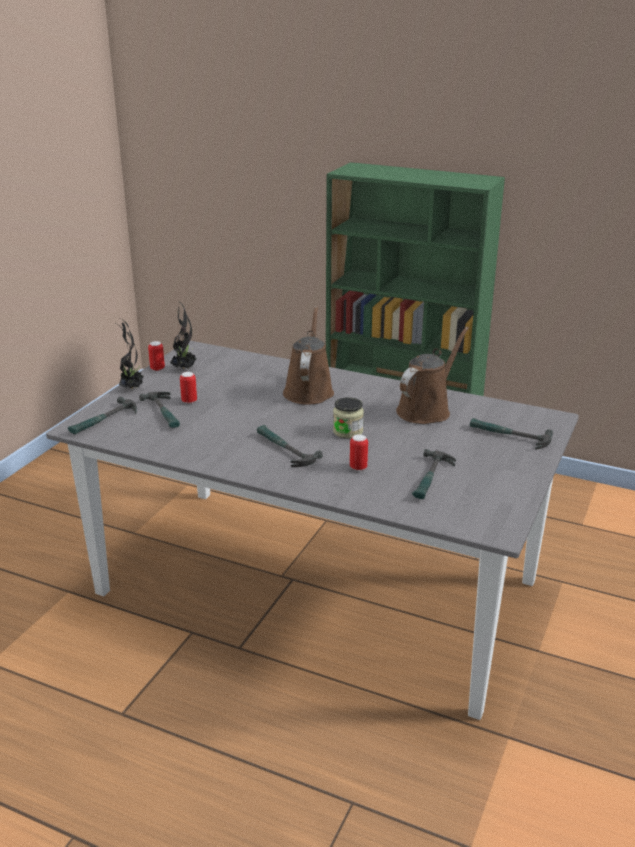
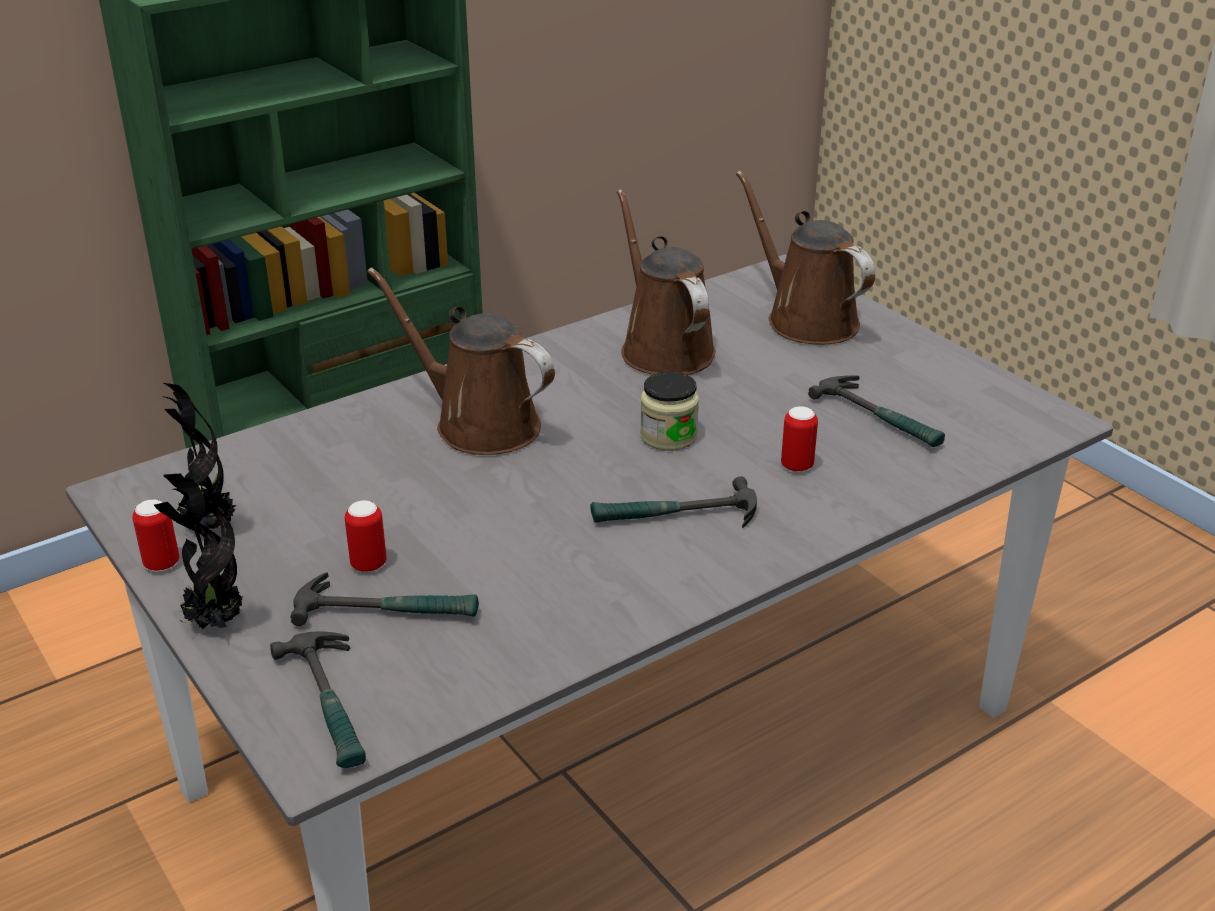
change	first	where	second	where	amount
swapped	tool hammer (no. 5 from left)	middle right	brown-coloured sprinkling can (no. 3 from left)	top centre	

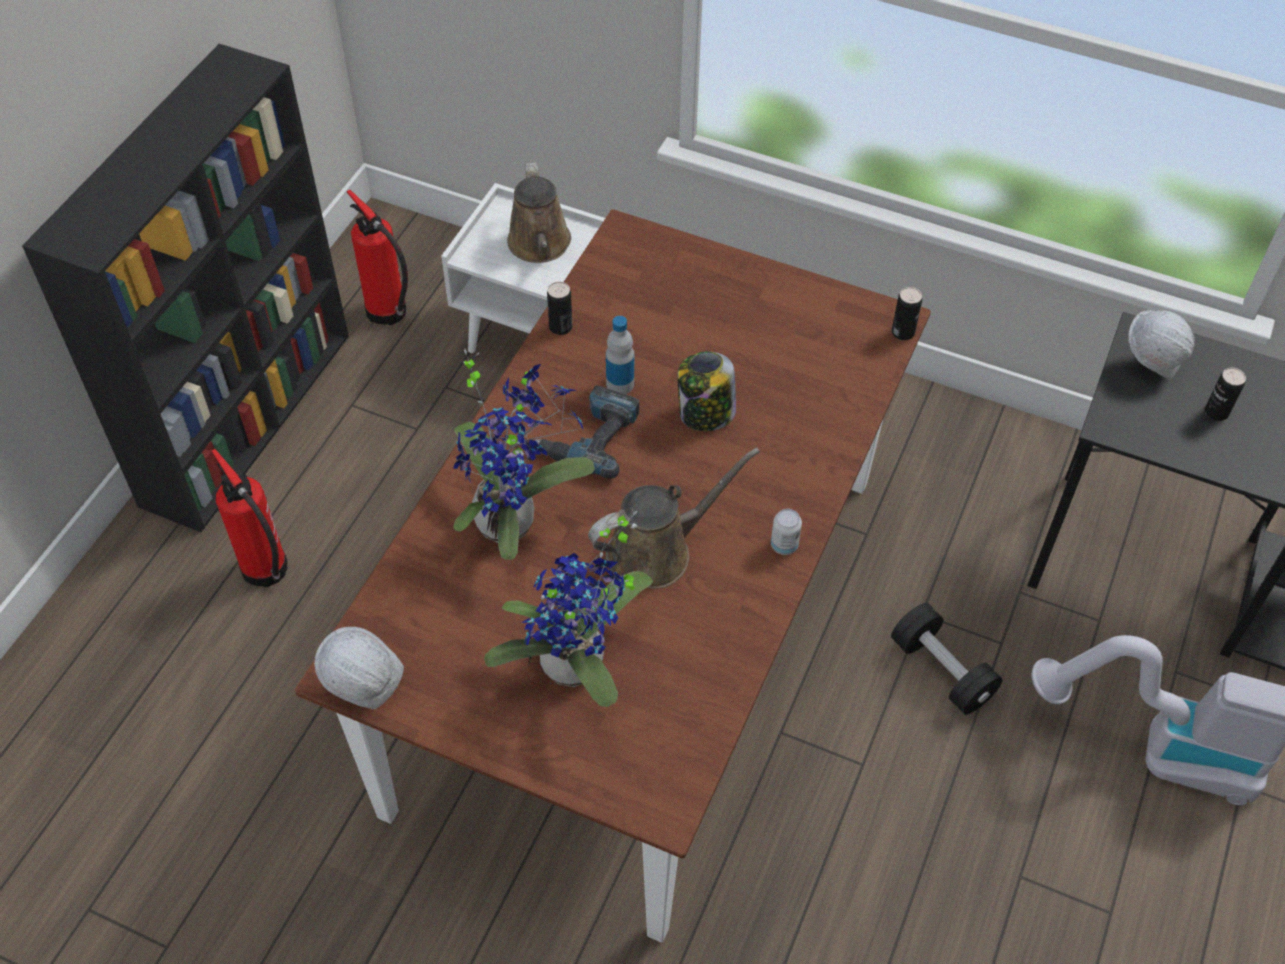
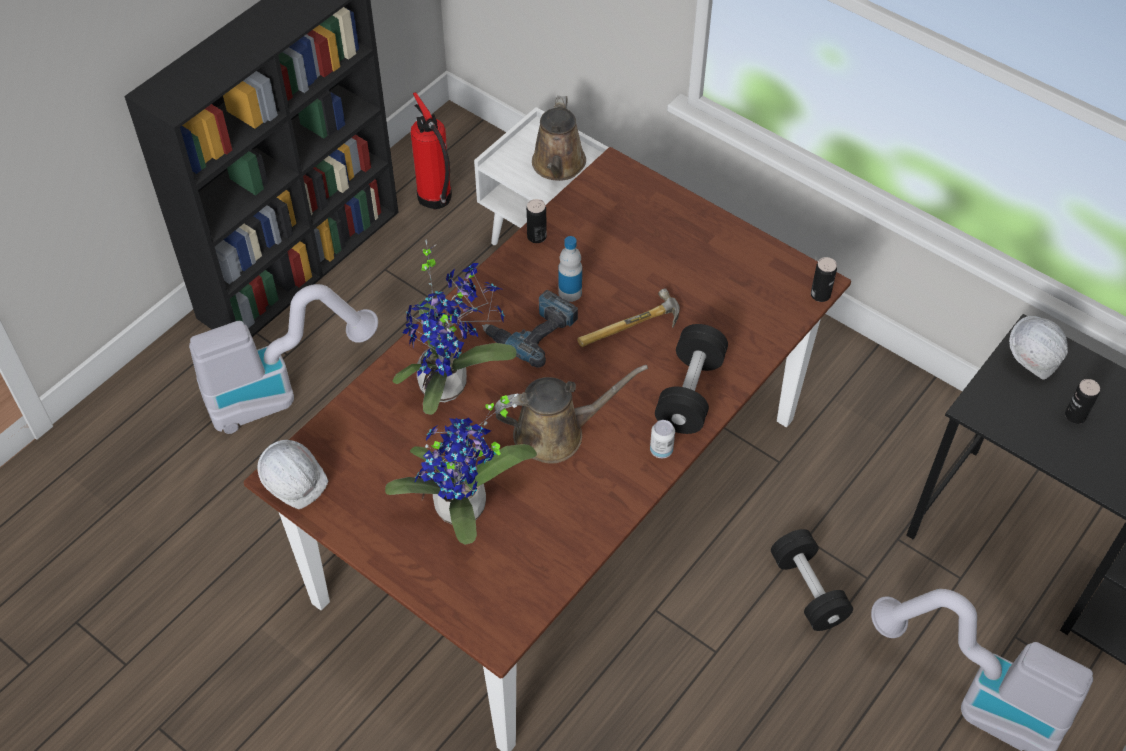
change	first	where	second	where	amount
swapped	fire-fighting cylinder (no. 1 from left)	middle left	vacuum cleaner (no. 1 from left)	middle left	
swapped	preserve jar	centre	tool hammer	centre	
new			blackish hand weight (no. 1 from left)	centre	

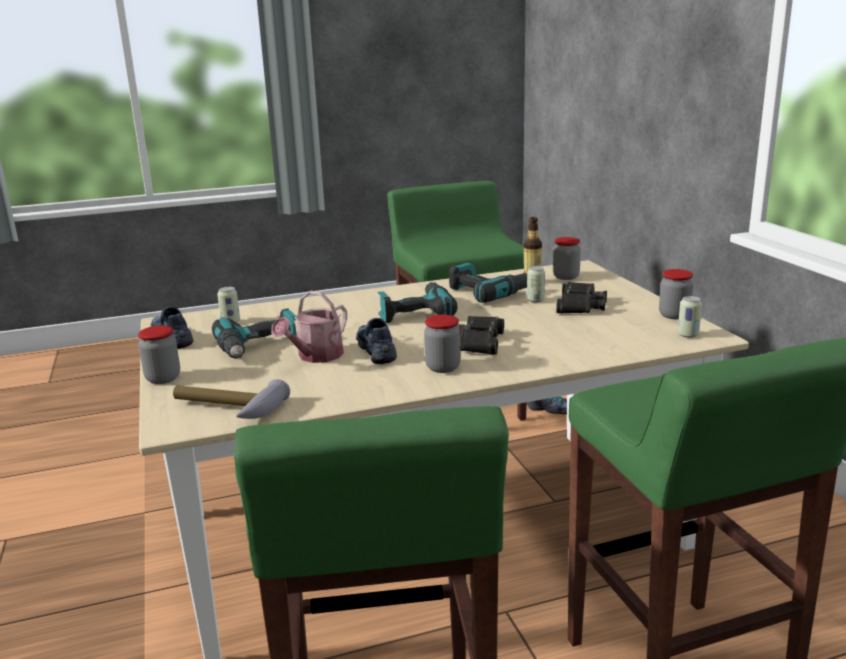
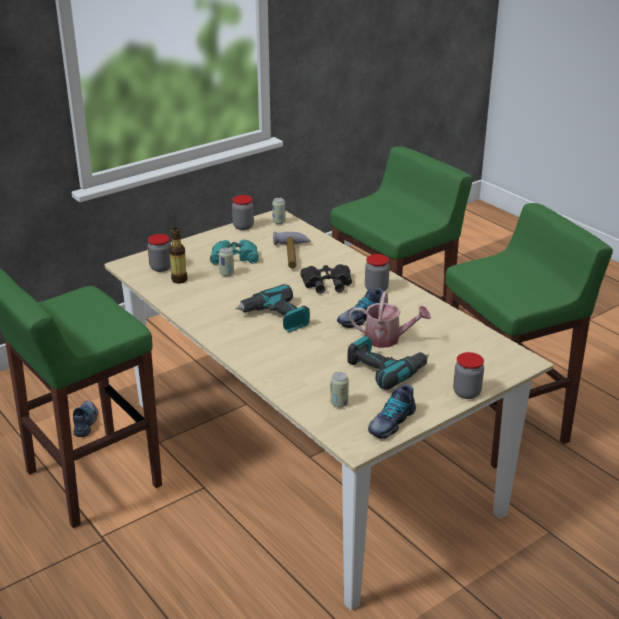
change	first	where	second	where	amount
repainted	blackish binoculars (no. 2 from left)	middle right	blue-green binoculars	centre	
shifted	tool hammer	middle left		centre	
gone	electric drill (no. 3 from left)	centre			

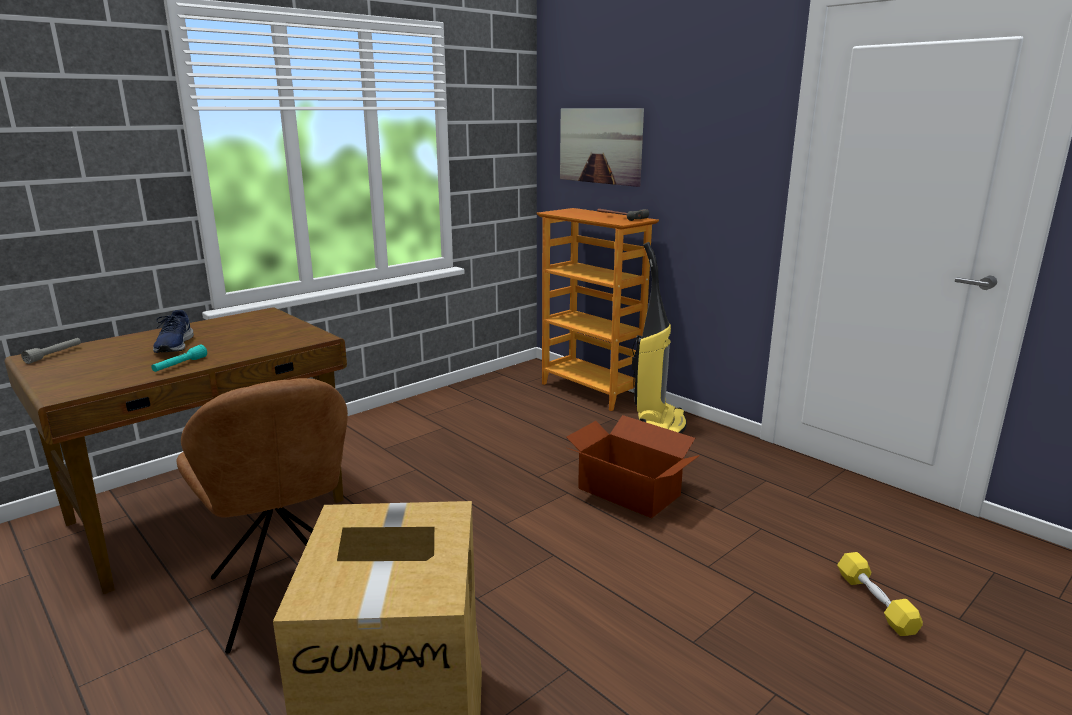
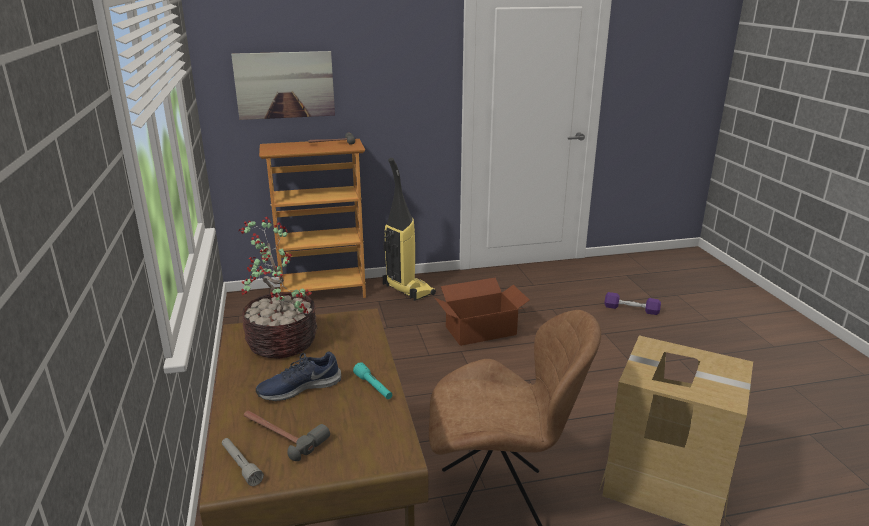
change	first	where	second	where	amount
new			potted plant	middle left	
new			tool hammer (no. 1 from left)	bottom left	
rotated	blue-coloured low shoe	middle left		bottom centre	135 degrees clockwise
repainted	yellowish hand weight	bottom right	purplish hand weight	middle right	

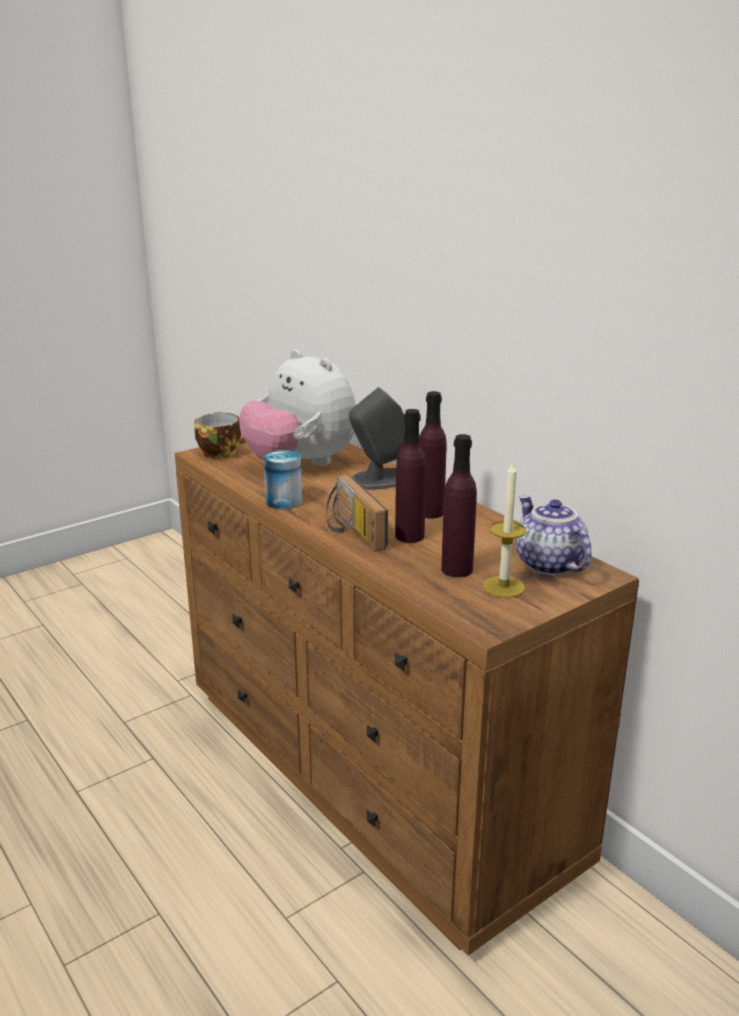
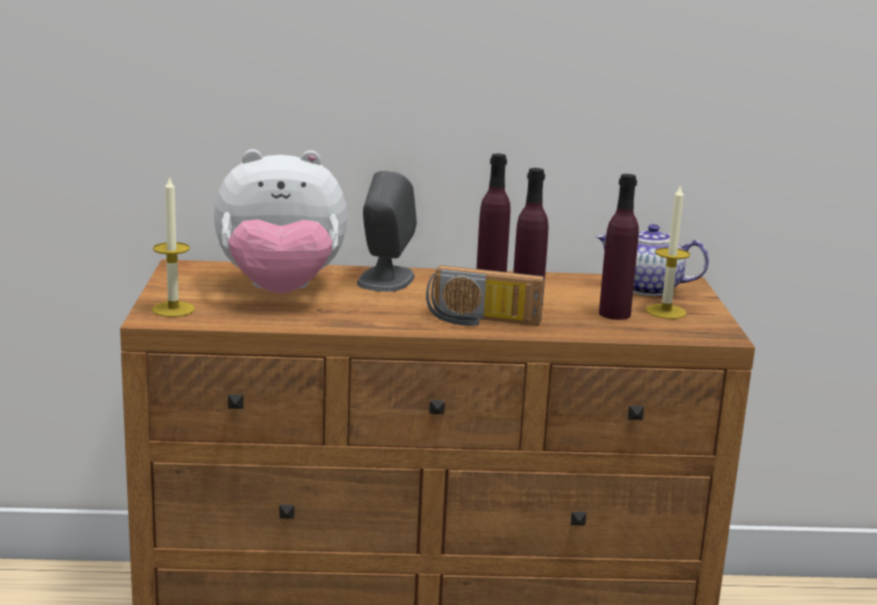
change	first	where	second	where	amount
swapped	small cup	middle left	wax light (no. 1 from left)	middle left	
gone	can	centre			

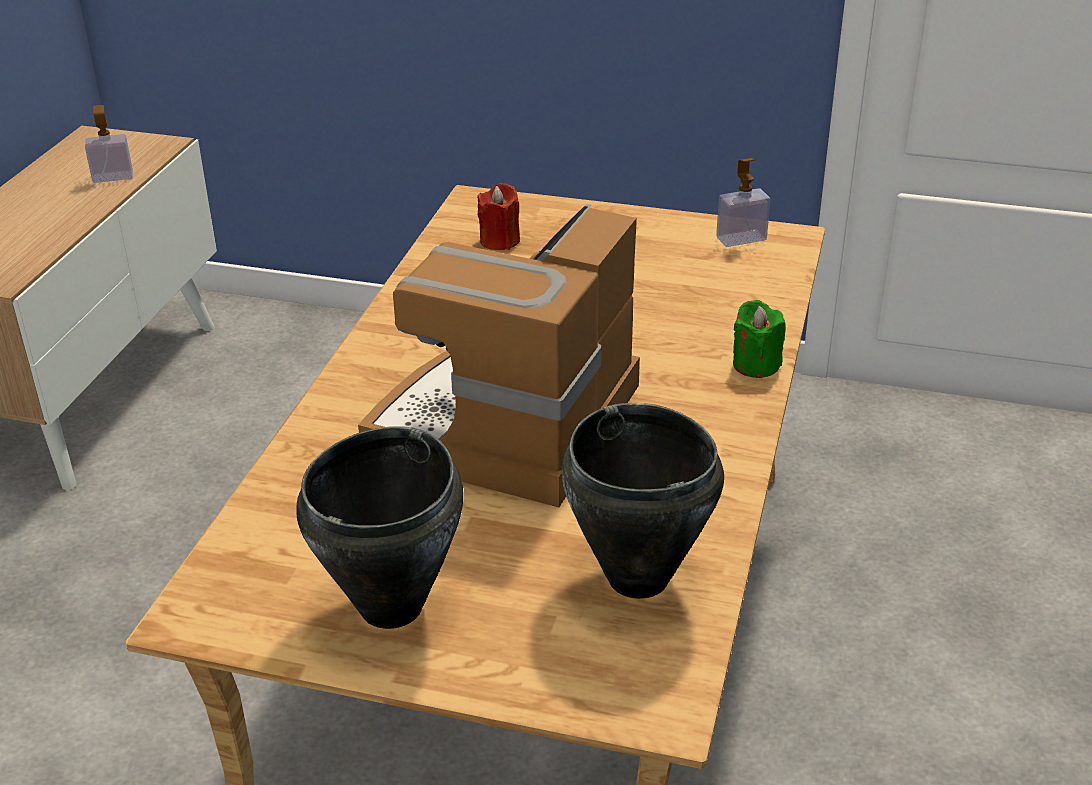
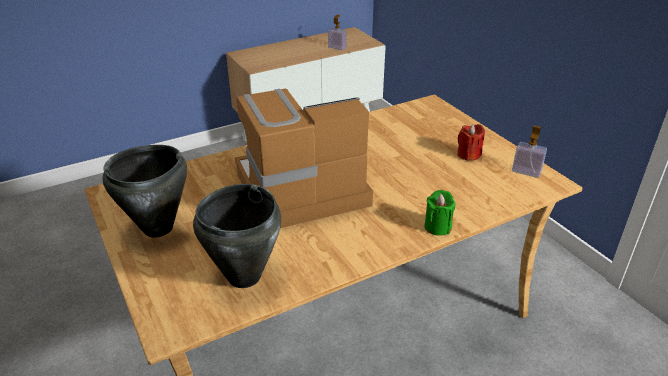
change	first	where	second	where	amount
shifted	red-coloured wax light	top centre		middle right	

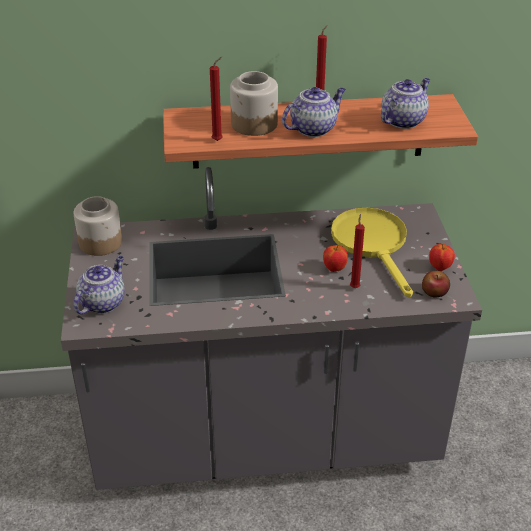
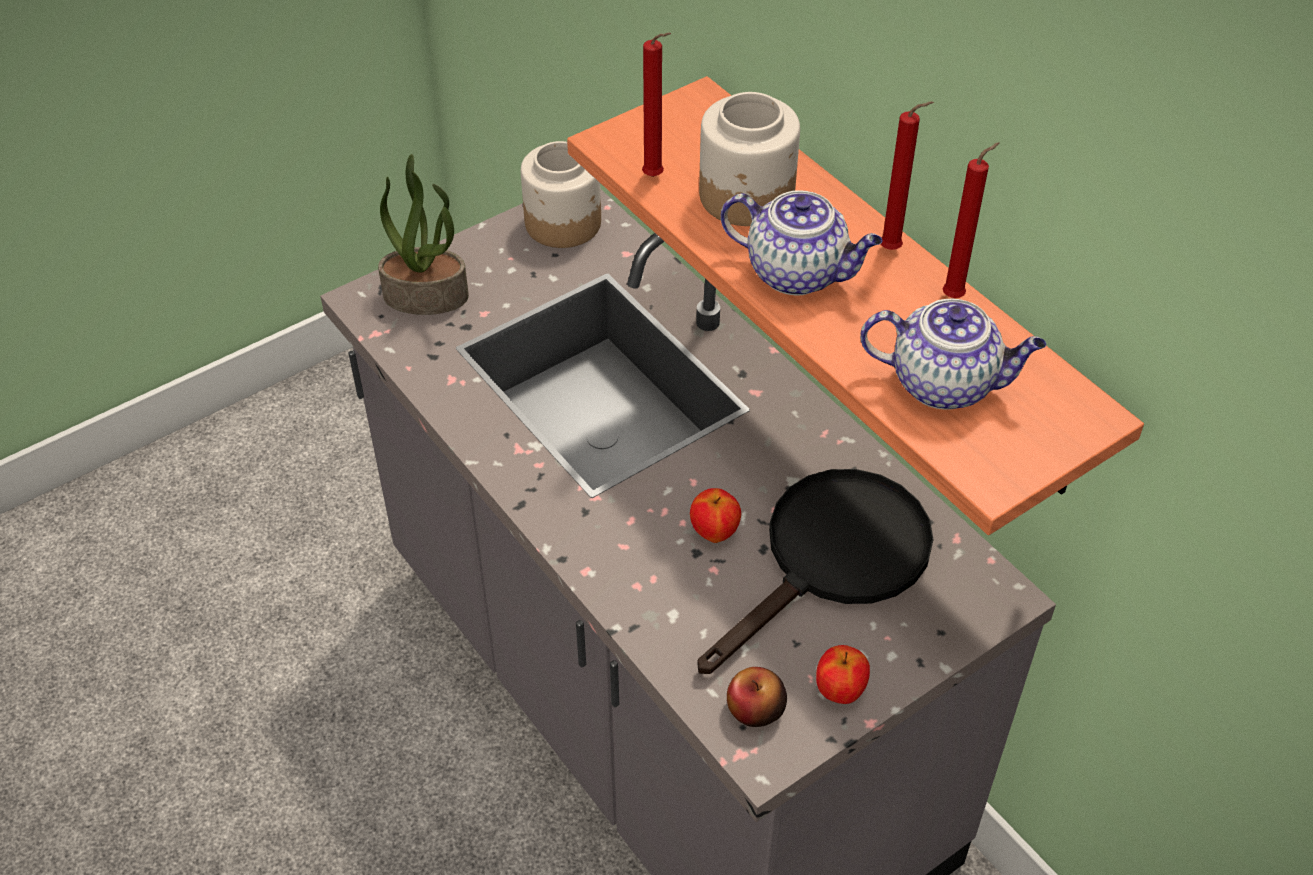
change	first	where	second	where	amount
swapped	teapot (no. 1 from left)	middle left	potted plant	top left	
repainted	yellowish skillet	middle right	blackish skillet	centre	
shifted	red-coloured wax light (no. 3 from left)	middle right		top right	

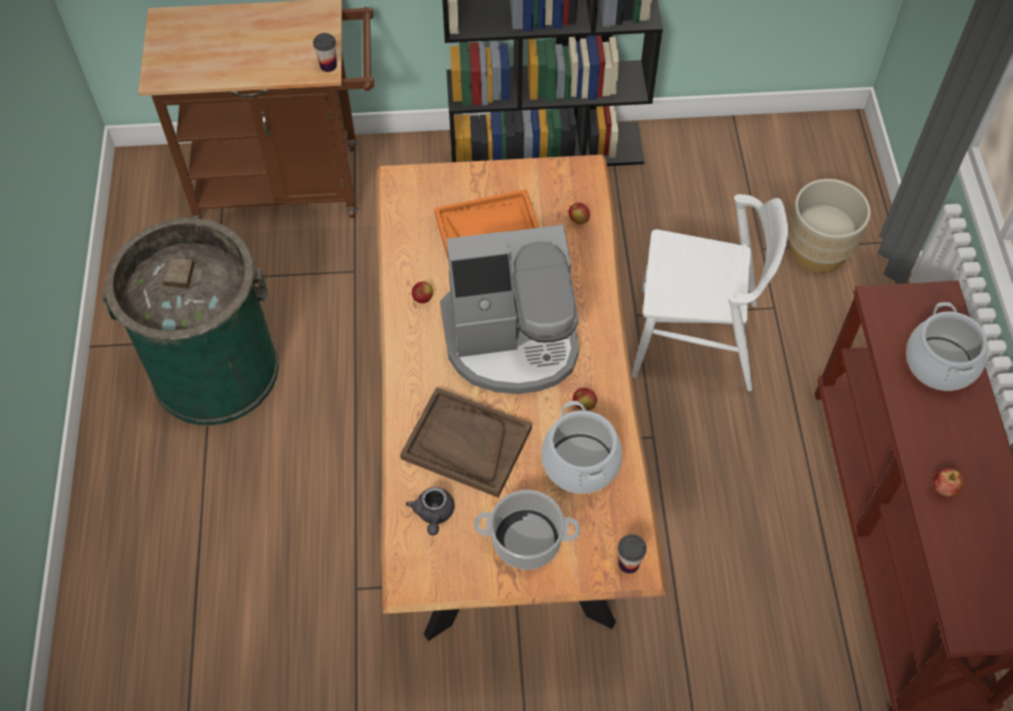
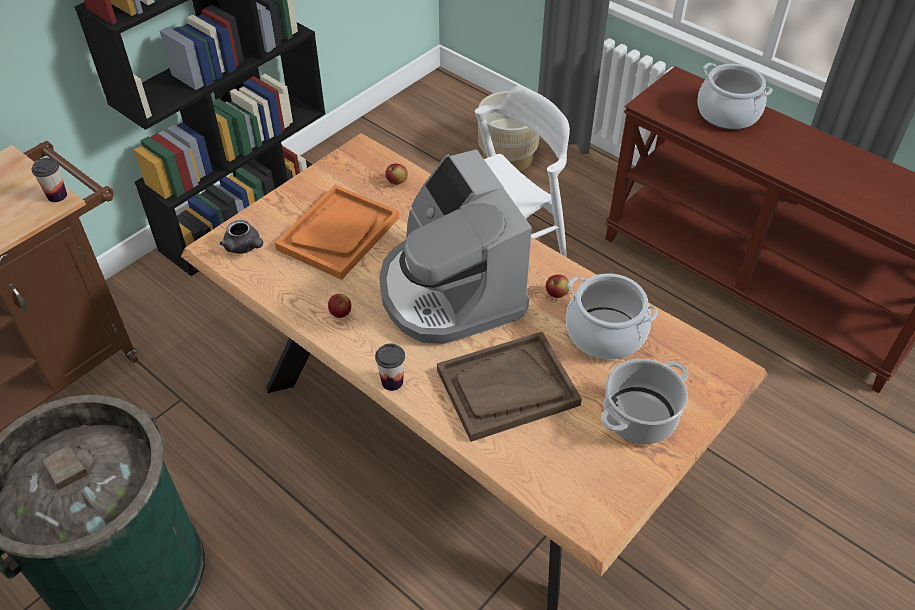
change	first	where	second	where	amount
shifted	gray teapot	bottom centre		middle left	
shifted	small cup (no. 2 from left)	bottom centre		centre	
rotated	coffee maker	centre		centre	120 degrees clockwise
gone	apple (no. 4 from left)	bottom right			

